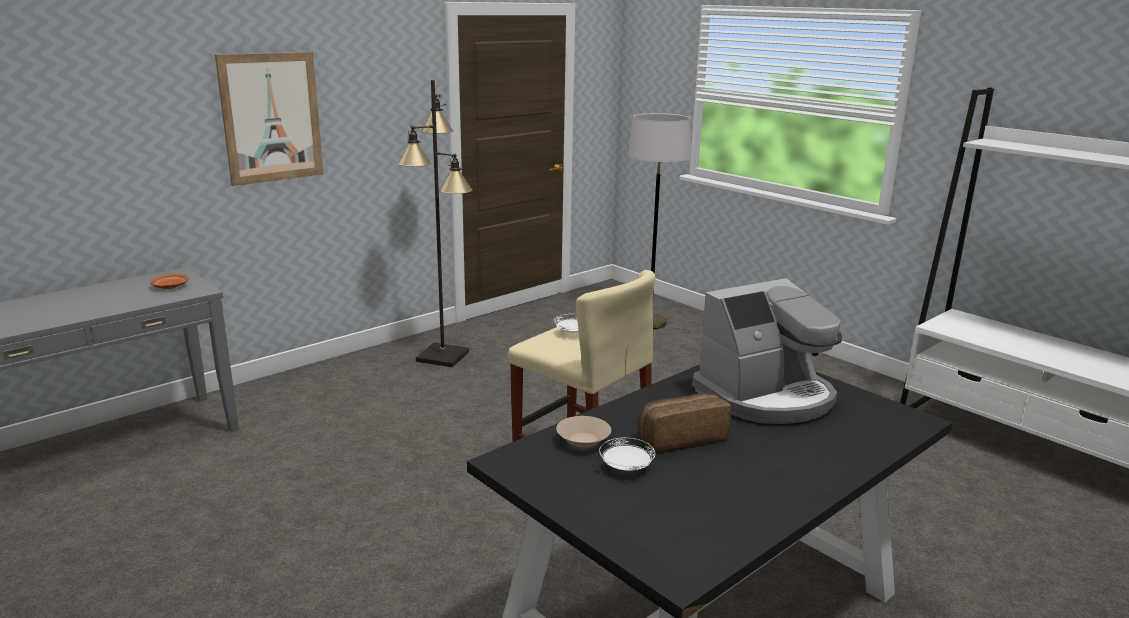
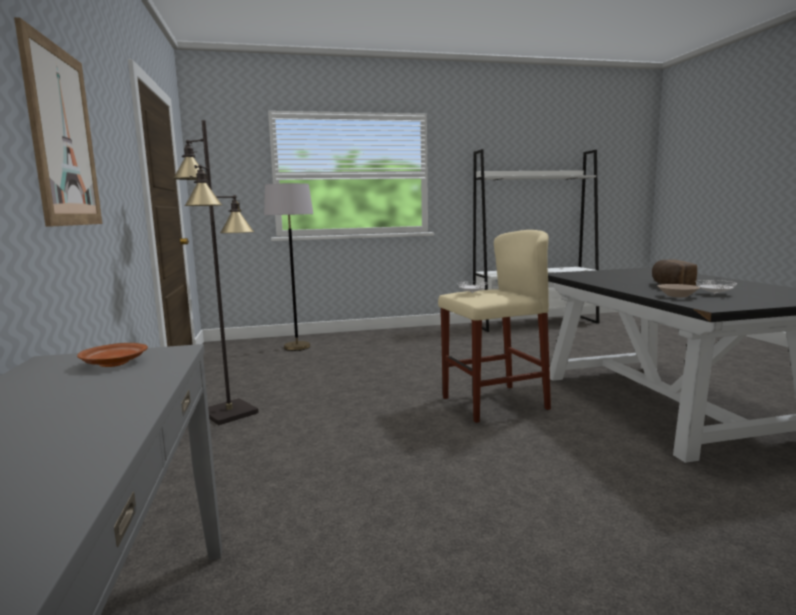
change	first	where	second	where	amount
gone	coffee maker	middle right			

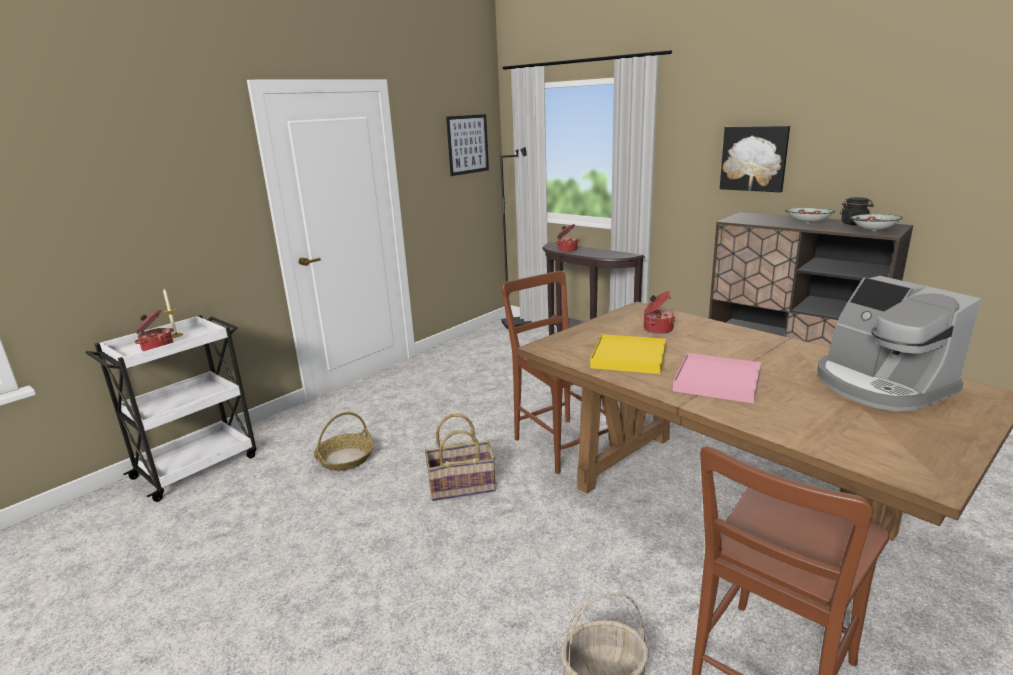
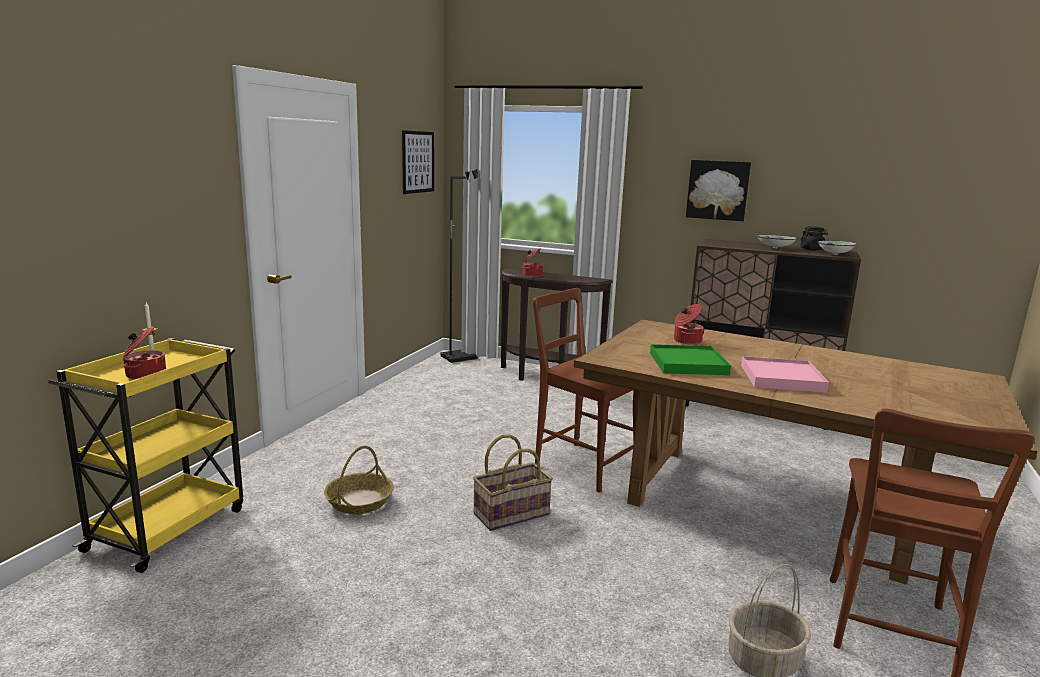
change	first	where	second	where	amount
repainted	white-coloured trolley	middle left	yellowish trolley	bottom left	
repainted	yellowish carrying tray	centre	greenish carrying tray	centre	
gone	coffee maker	middle right			

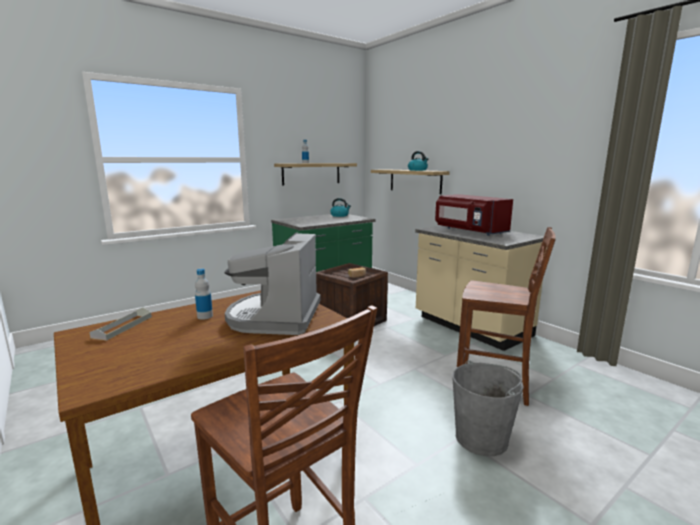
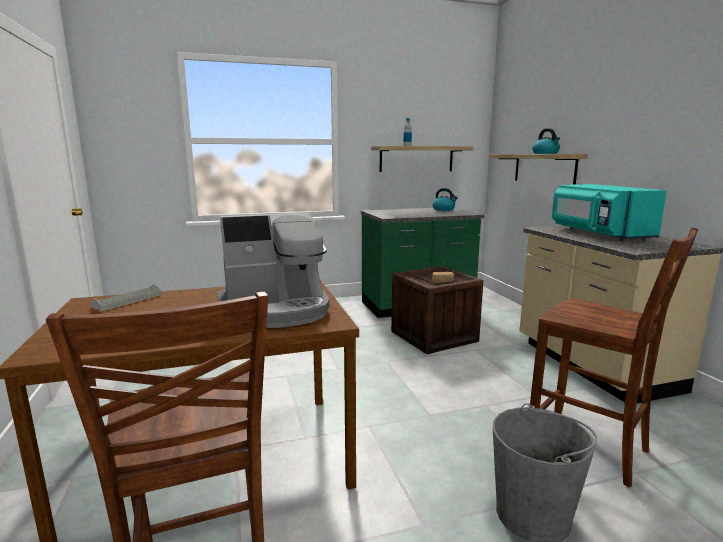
change	first	where	second	where	amount
rotated	coffee maker	centre		centre	135 degrees counterclockwise
repainted	red-coloured kitchen microwave	middle right	blue-green kitchen microwave	middle right	
gone	drink bottle (no. 1 from left)	middle left			

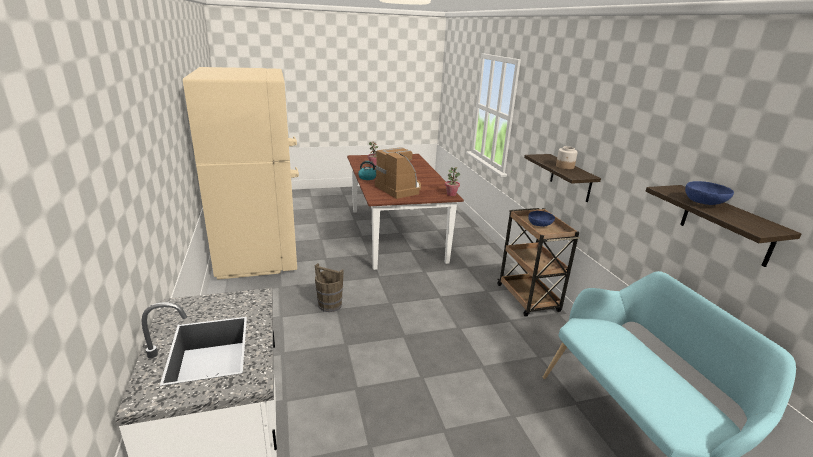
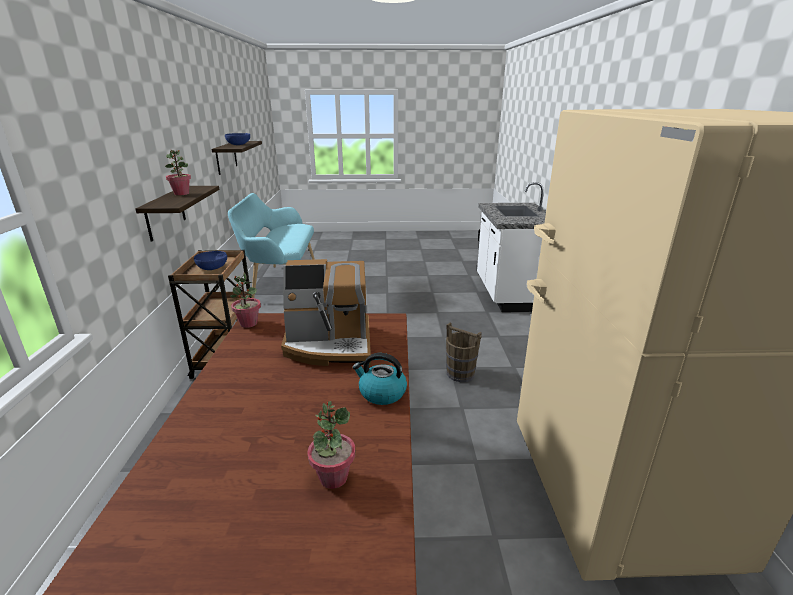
change	first	where	second	where	amount
swapped	preserve jar	middle right	potted plant (no. 1 from left)	top left	
rotated	coffee maker	centre		centre	75 degrees counterclockwise

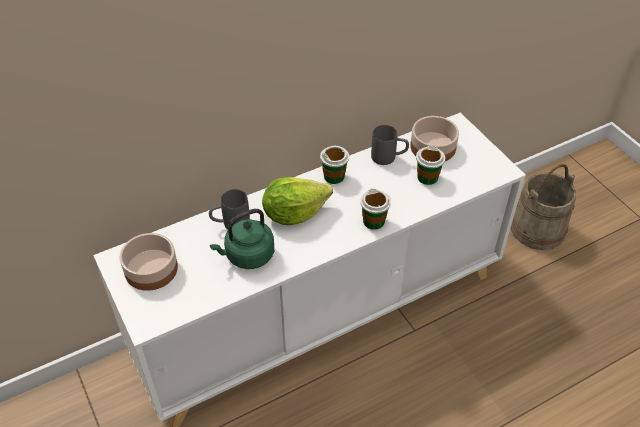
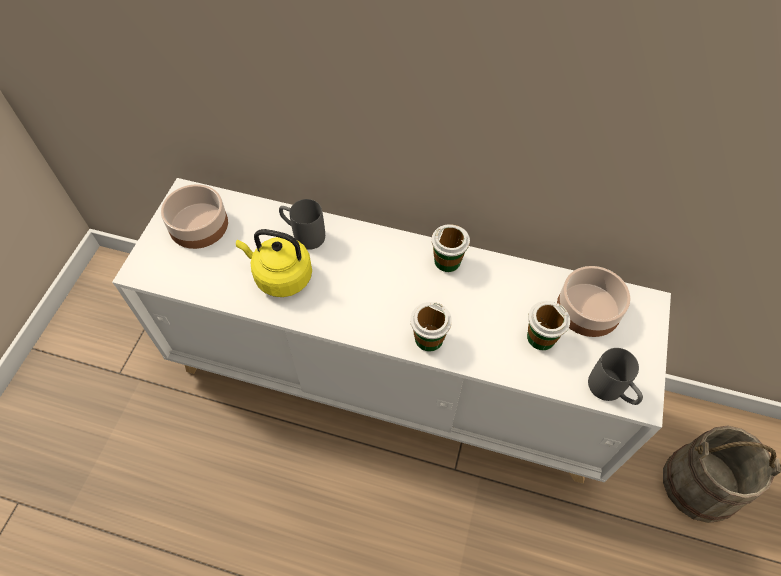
change	first	where	second	where	amount
repainted	greenish kettle	centre	yellowish kettle	centre	
shifted	gray tea mug (no. 2 from left)	centre		middle right	
gone	lettuce	centre			

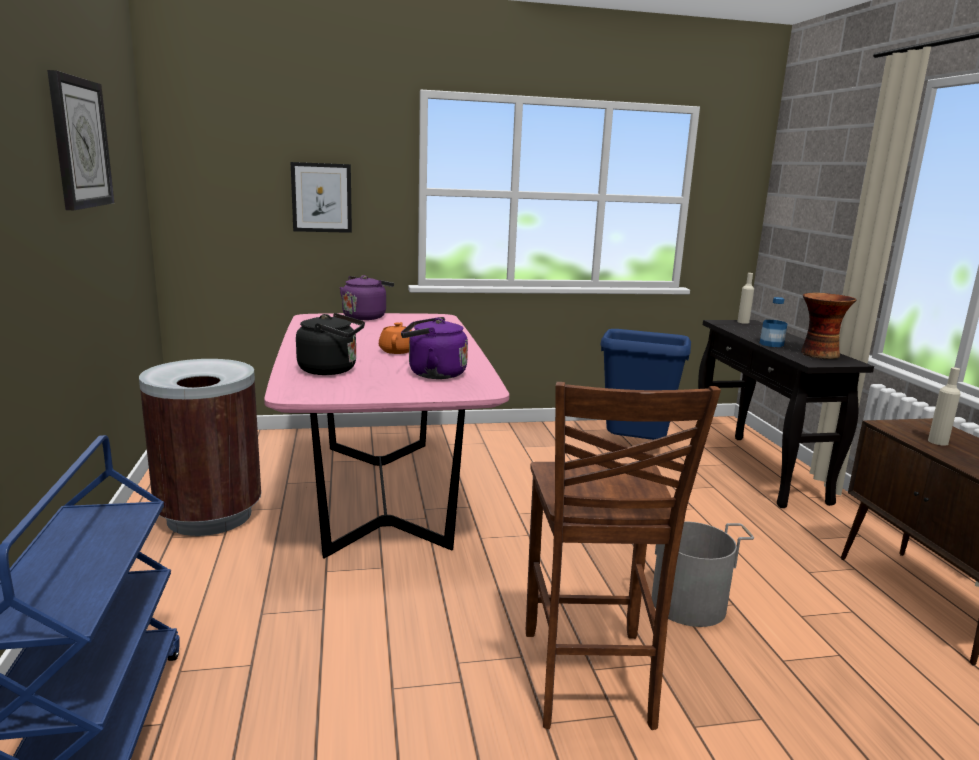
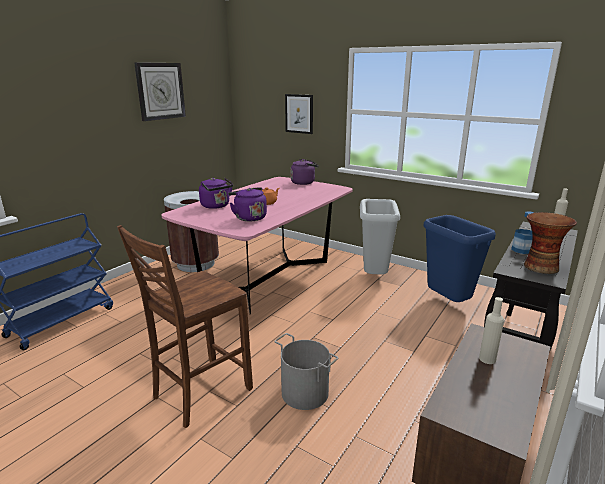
change	first	where	second	where	amount
repainted	blackish kettle	centre	purplish kettle (no. 1 from left)	centre	
new			gray trash can	centre	

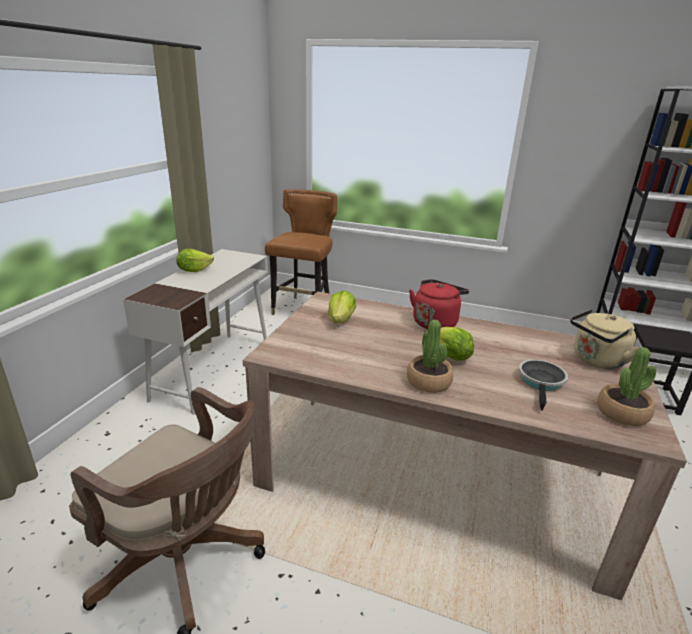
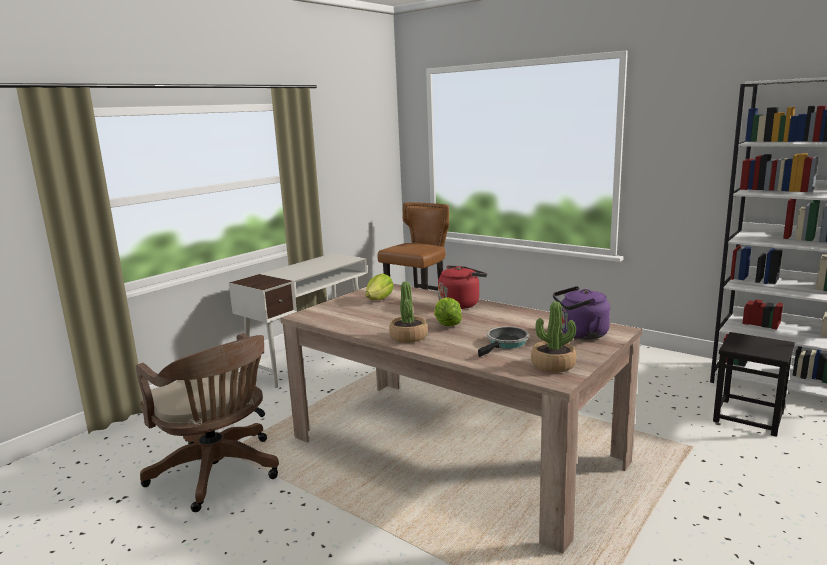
change	first	where	second	where	amount
repainted	sand-coloured kettle	middle right	purplish kettle	middle right	
gone	lettuce (no. 1 from left)	middle left			

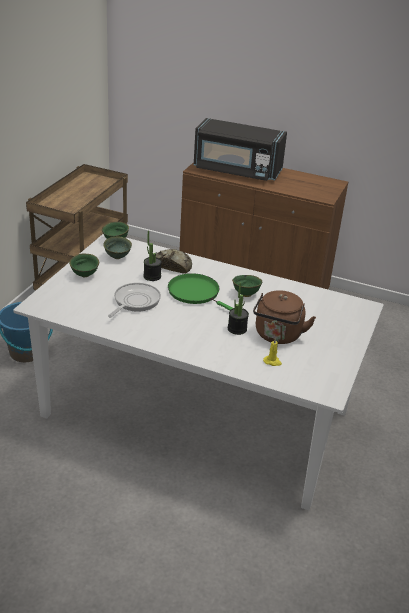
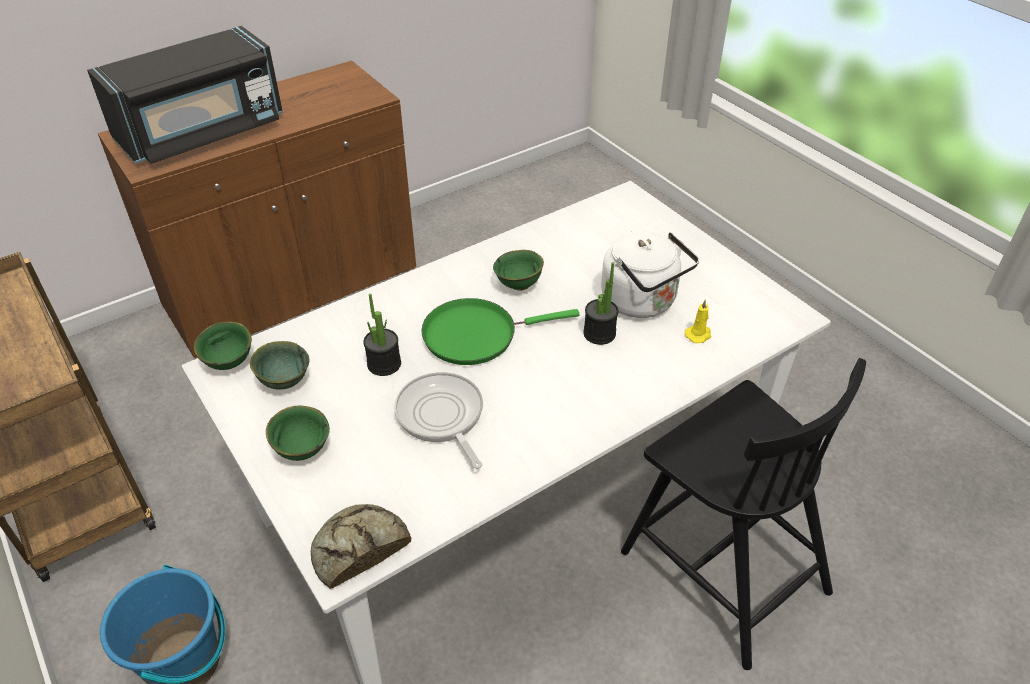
change	first	where	second	where	amount
shifted	baked bread	centre		bottom centre	
repainted	brown-coloured kettle	middle right	white-coloured kettle	centre	
new			blackish plain chair	bottom right	

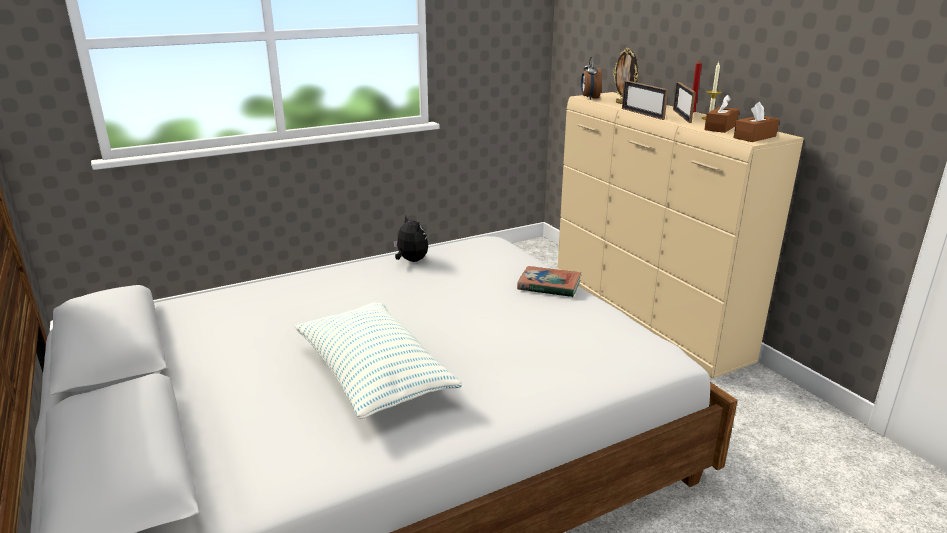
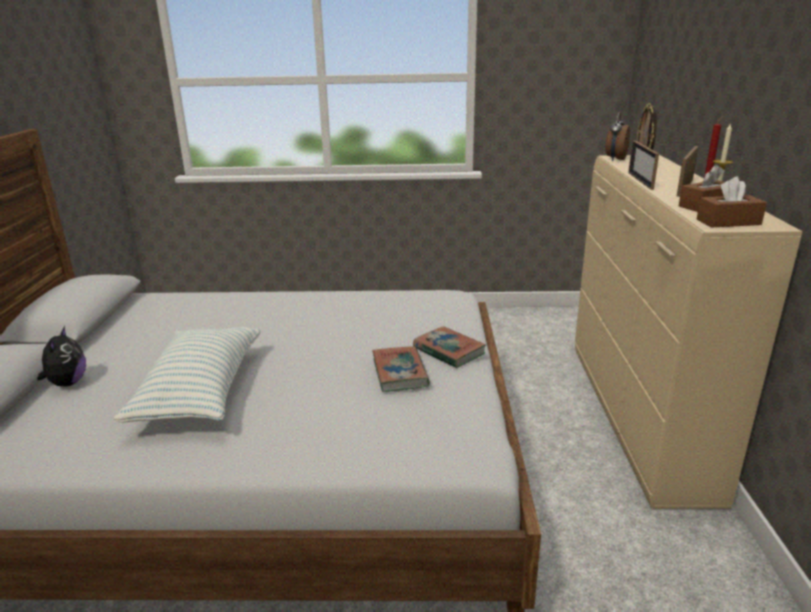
change	first	where	second	where	amount
shifted	plush toy	centre		middle left	
new			bound book (no. 1 from left)	centre	

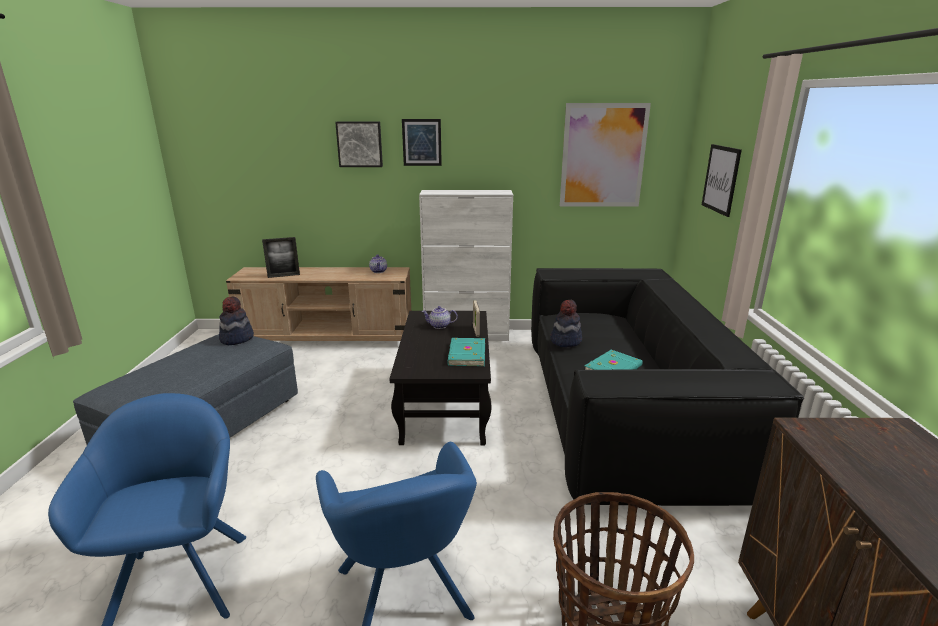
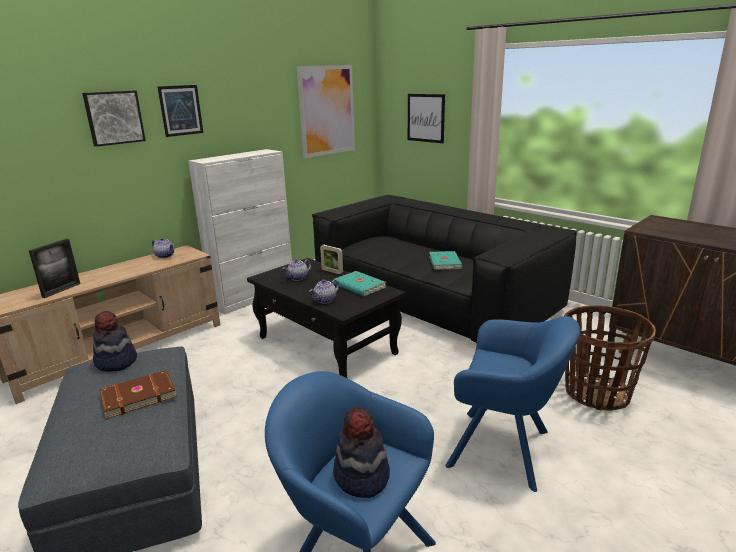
change	first	where	second	where	amount
new			brown-coloured bound book	bottom left	
new			teapot (no. 3 from left)	centre	
shifted	clothing hat (no. 2 from left)	centre		bottom centre	

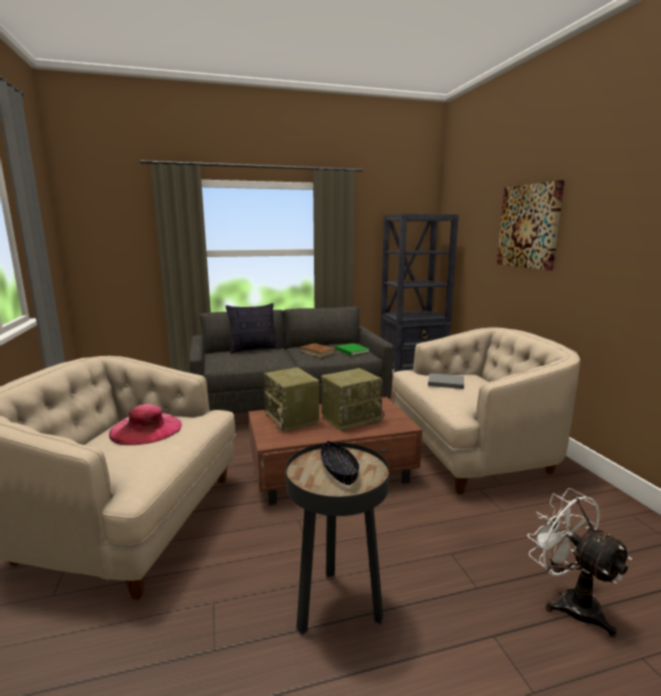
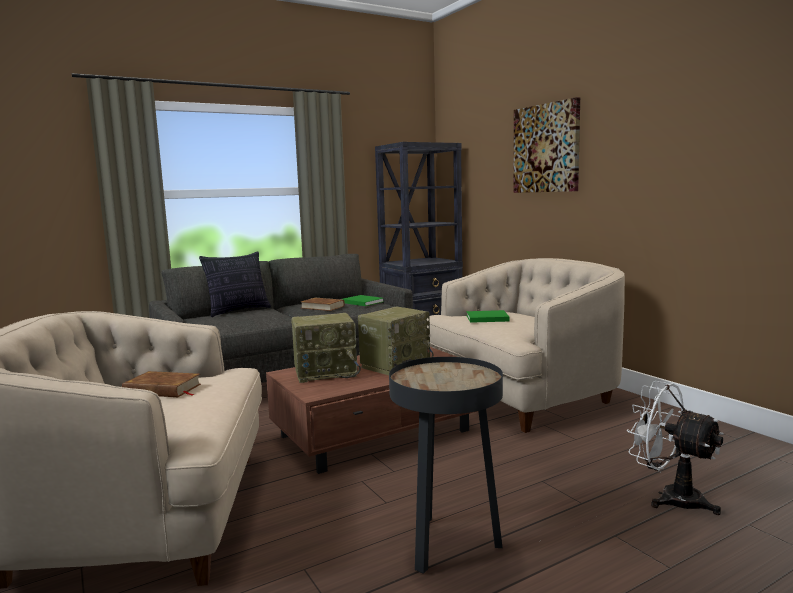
change	first	where	second	where	amount
swapped	pinkish clothing hat	middle left	brown-coloured bound book (no. 1 from left)	middle left	
rotated	radio set (no. 1 from left)	centre		centre	60 degrees counterclockwise
repainted	gray bound book	middle right	greenish bound book (no. 2 from left)	centre	
gone	blackish bowl	centre			

